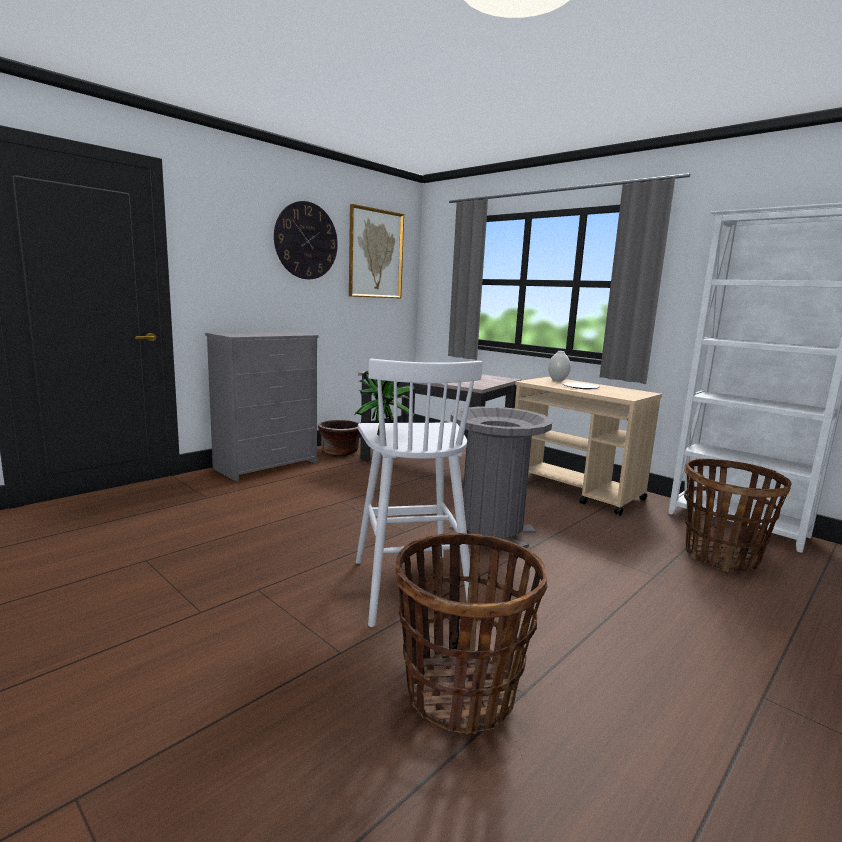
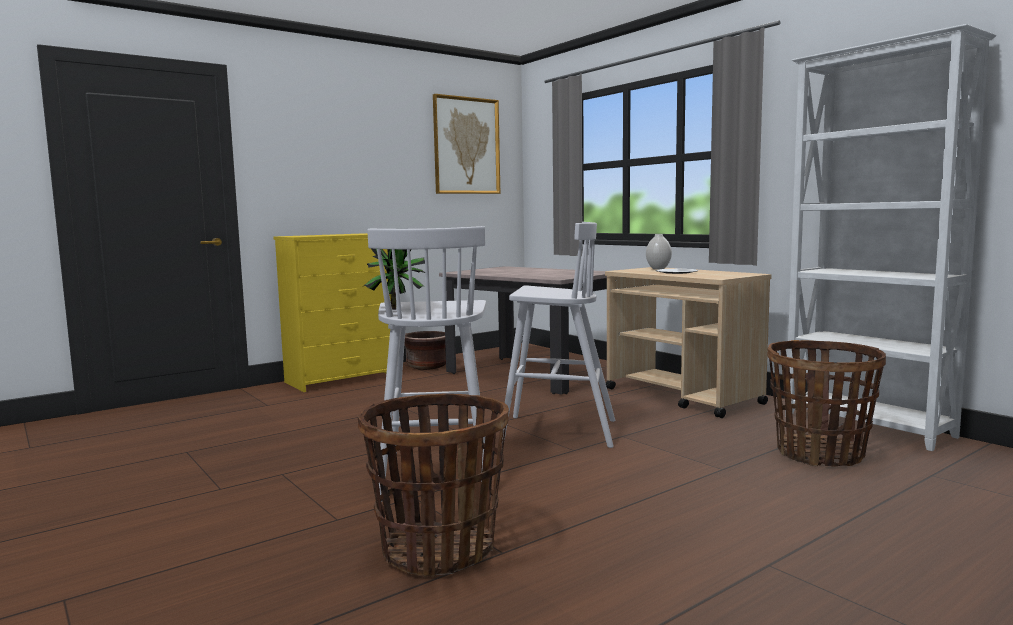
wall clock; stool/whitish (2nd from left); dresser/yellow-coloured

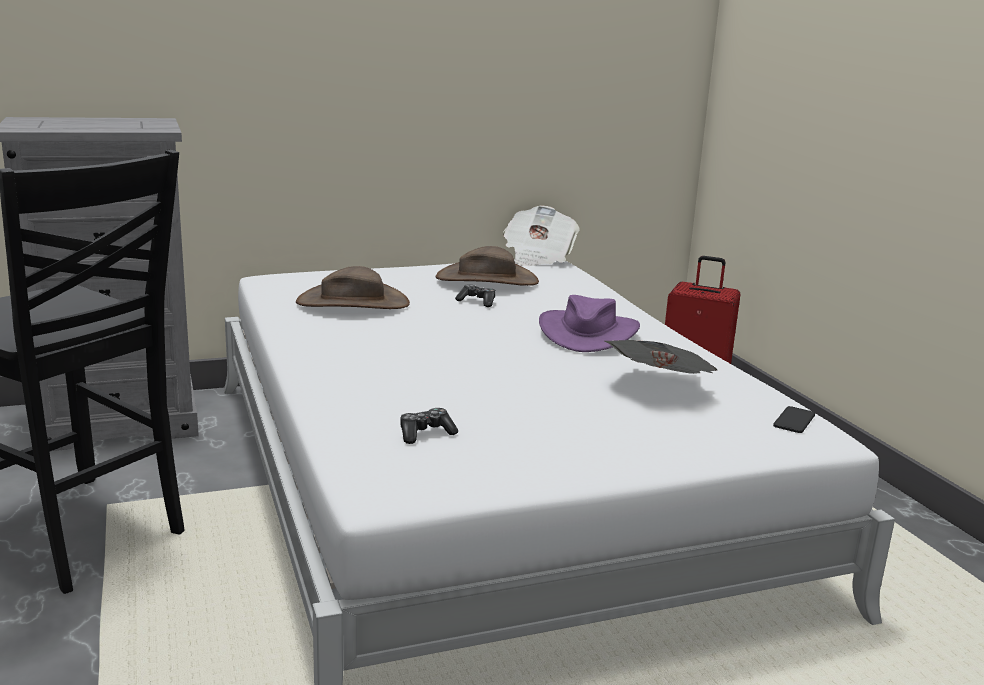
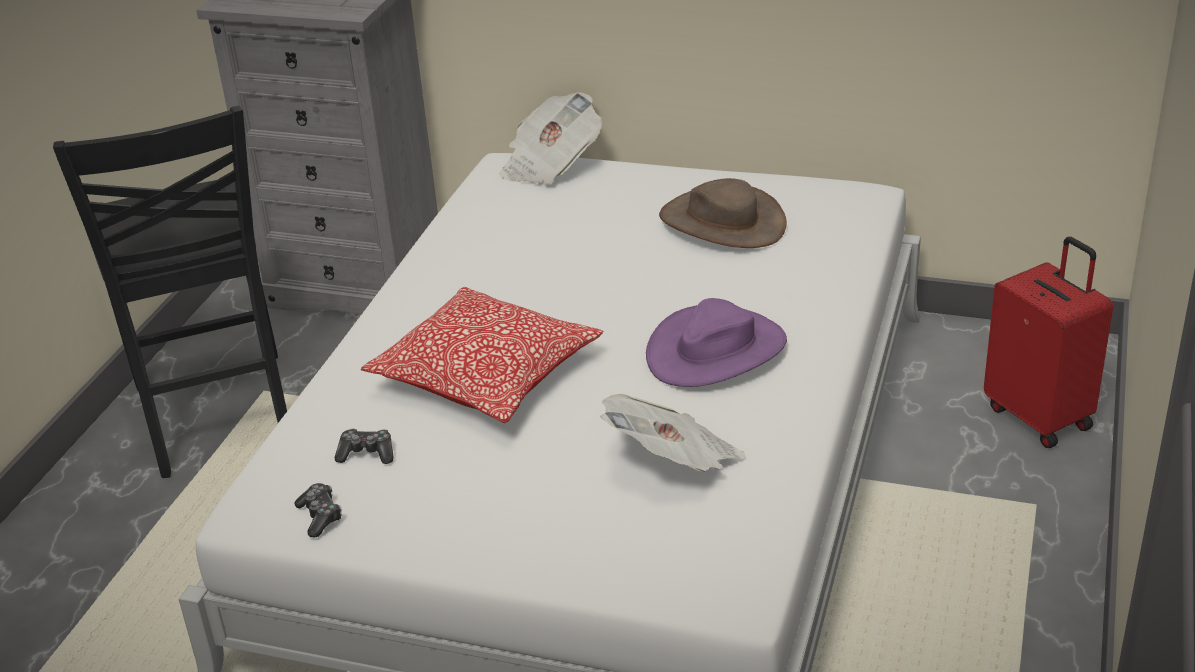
wearable hat/brownish (1st from left in the first image); phone; pillow; gamepad (1st from left); newspaper (1st from left)

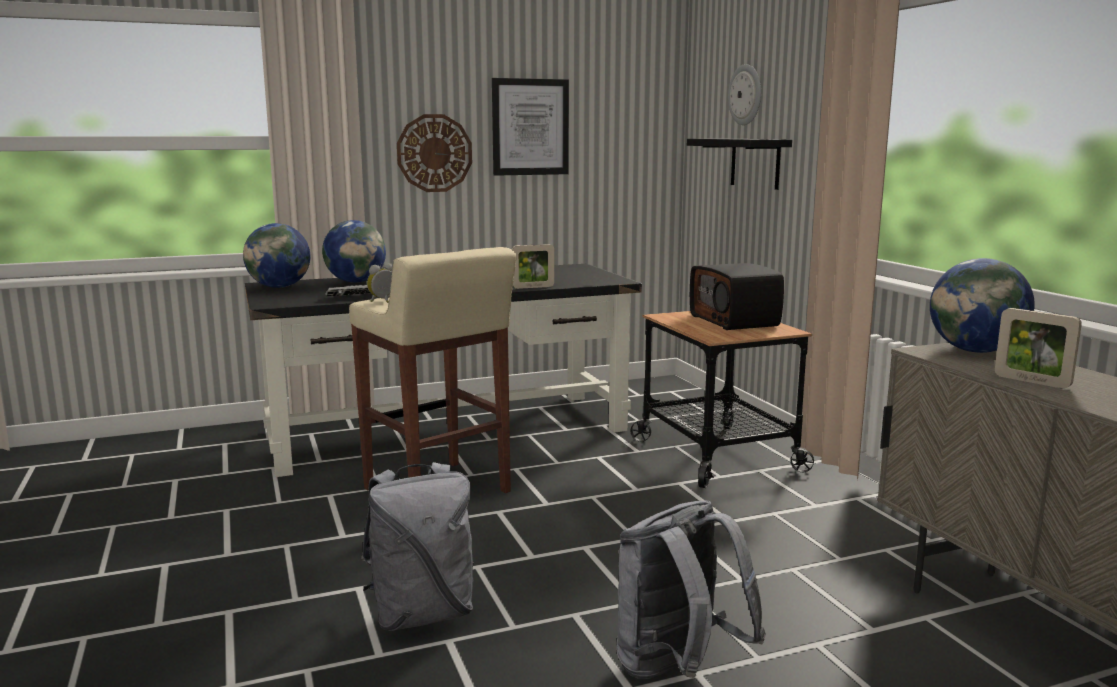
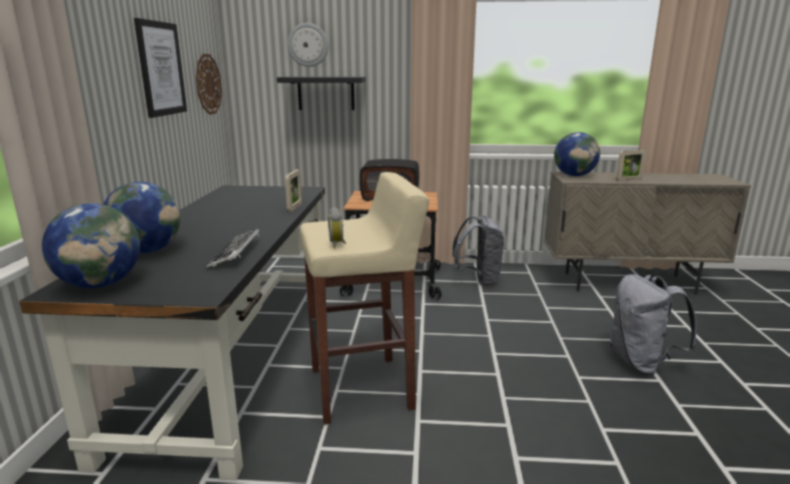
rucksack/greyish (1st from left); wall clock (1st from left)

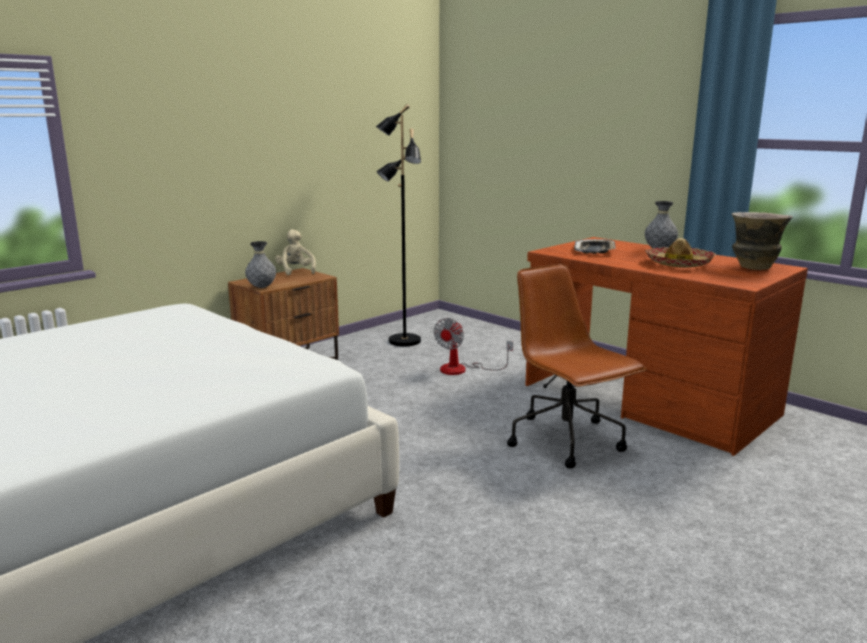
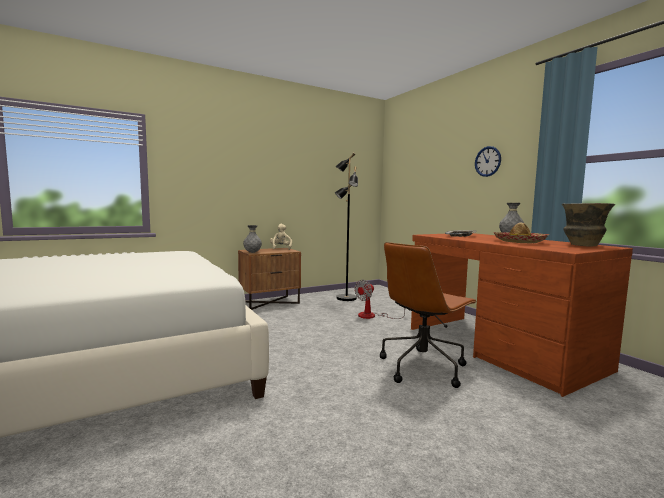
wall clock; desk chair/brownish

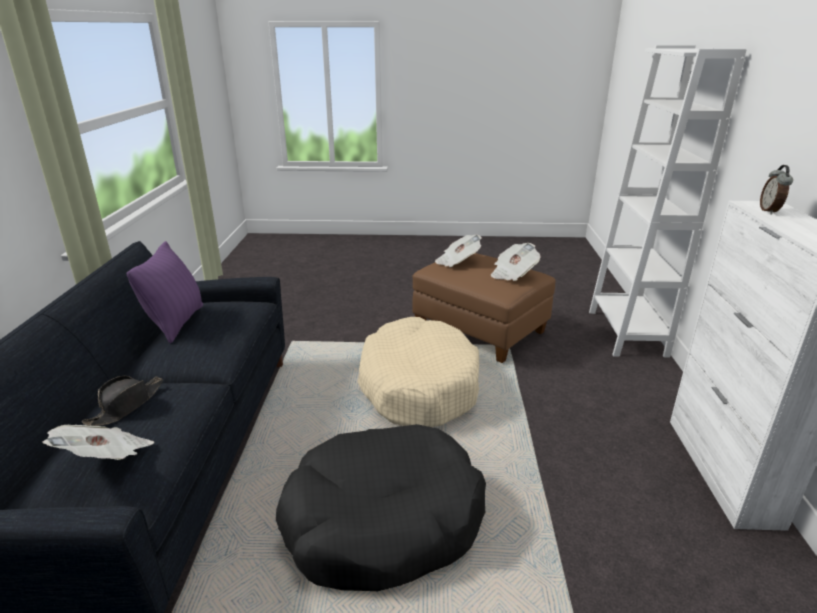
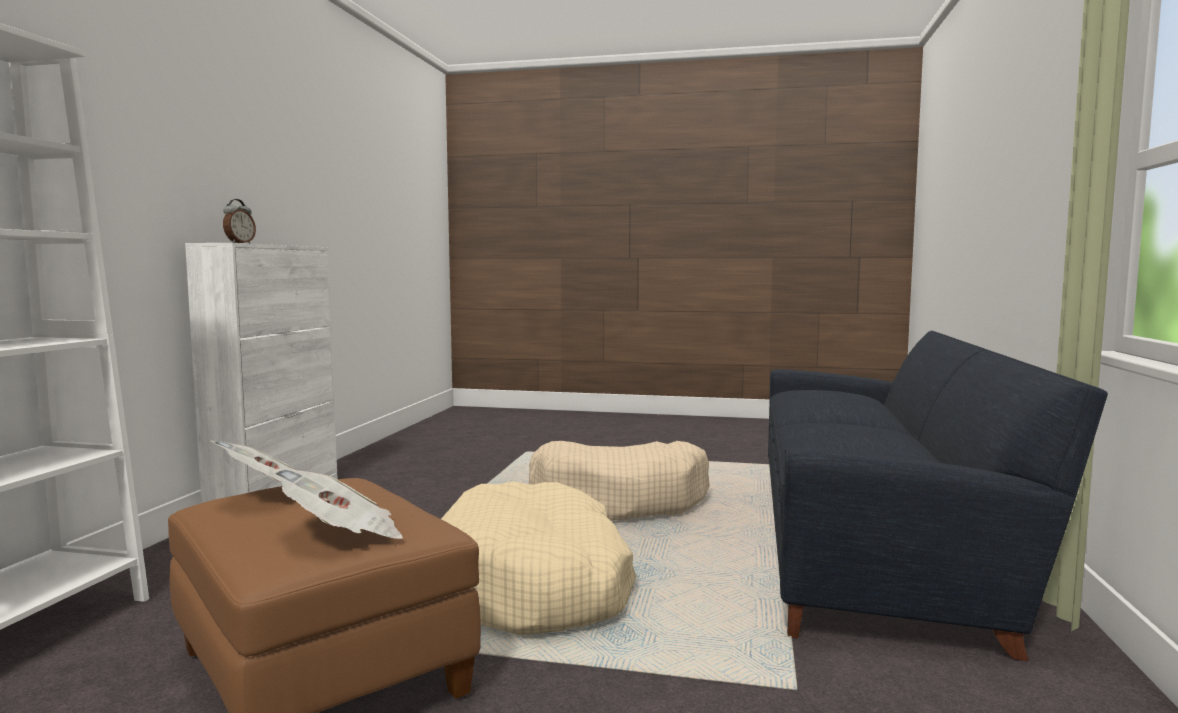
newspaper (1st from left in the first image); wearable hat/blackish; pillow/purplish; dog bed/beige (2nd from left)

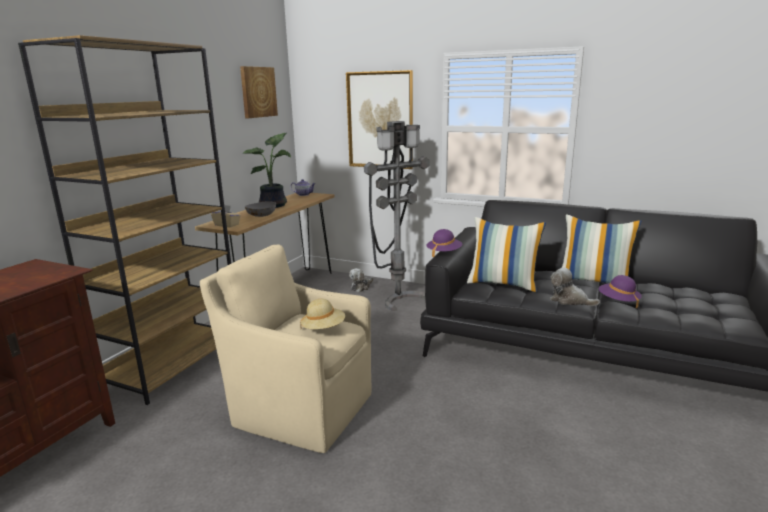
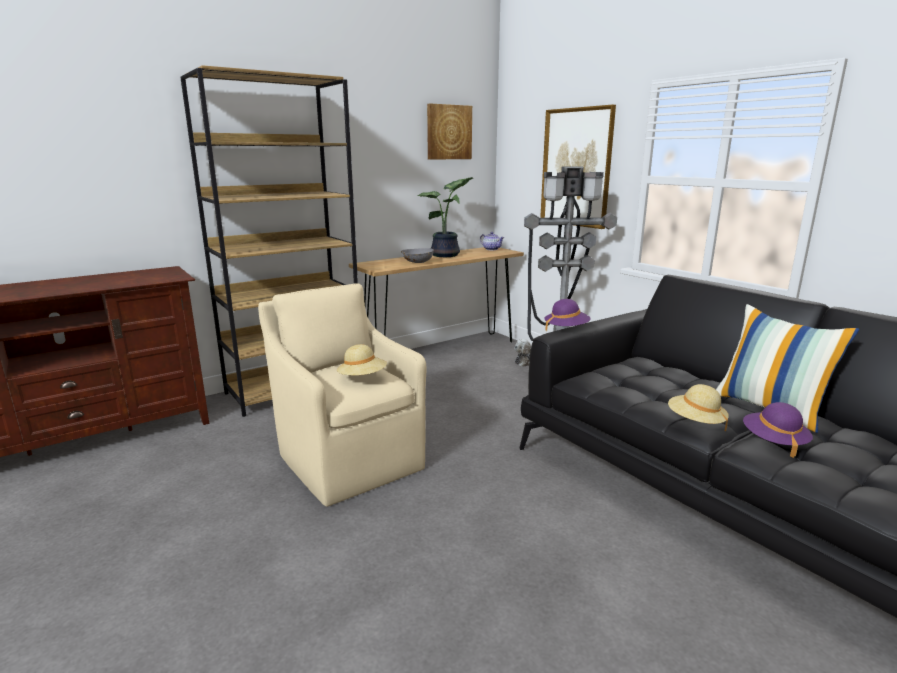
tissue holder/beige; pillow (1st from left in the first image); wearable hat/beige (2nd from left)

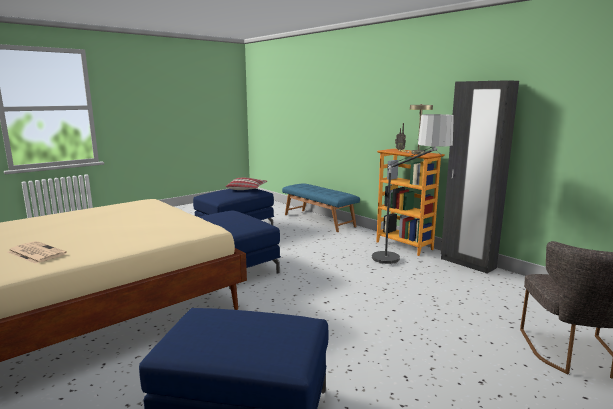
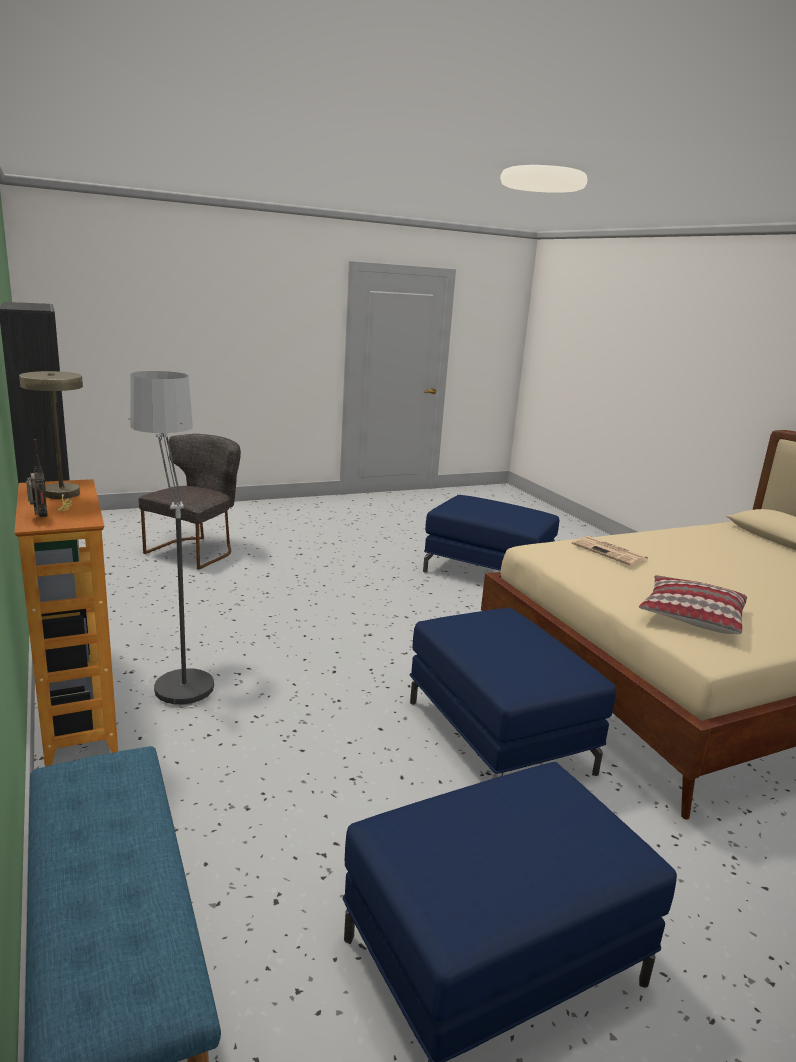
newspaper; pillow

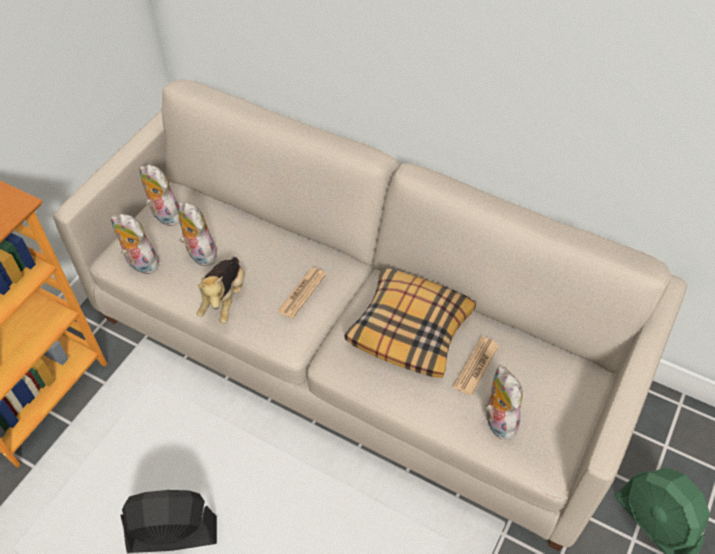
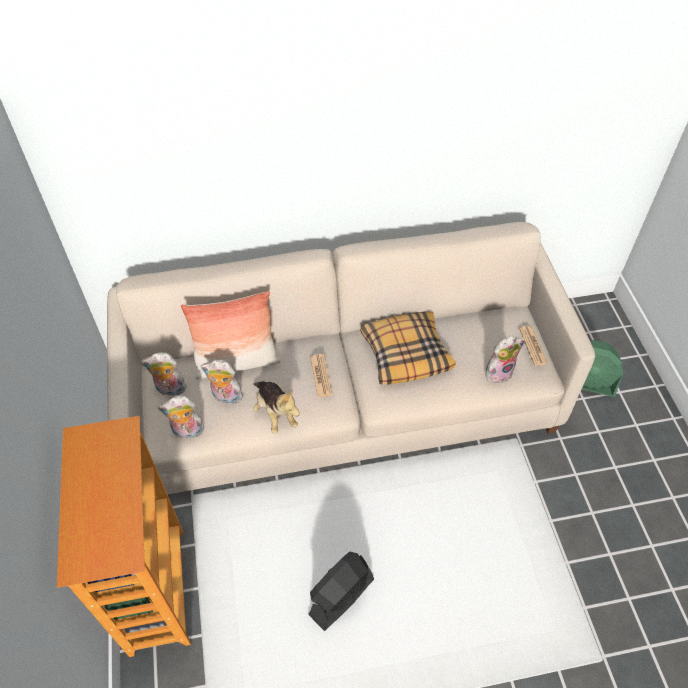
pillow (1st from left); newspaper (2nd from left); plush toy (5th from left)

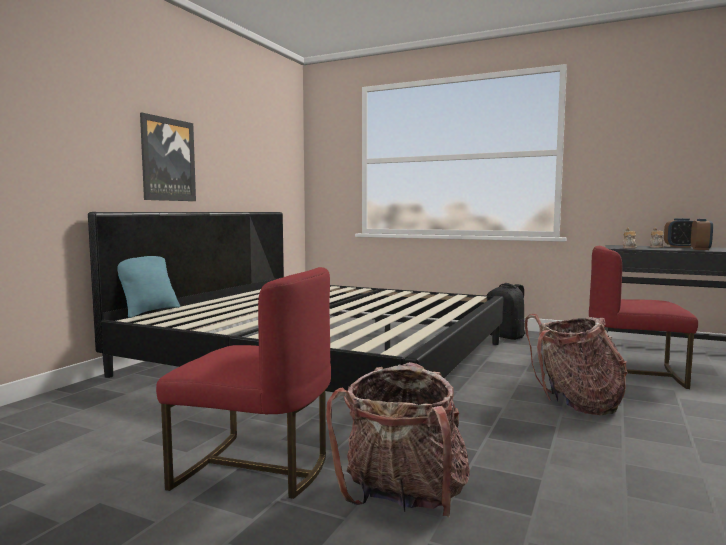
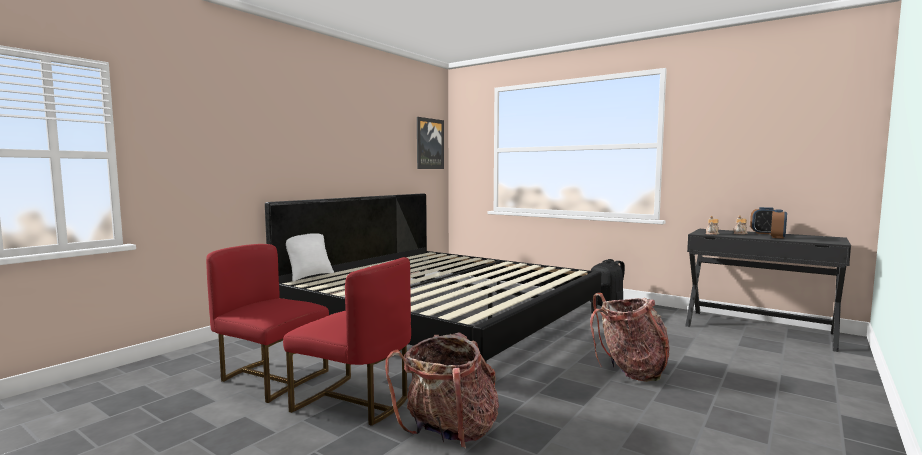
wall art; upright chair/red-coloured (1st from left); pillow/whitish

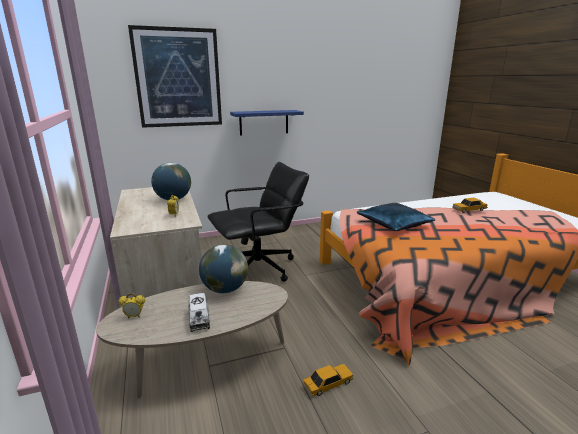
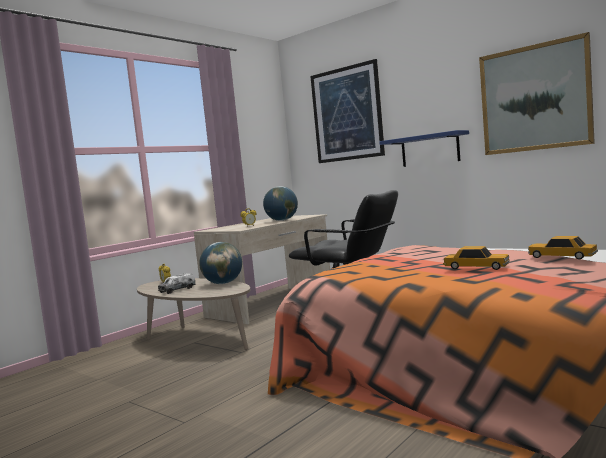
pillow/blue-coloured; wall art (2nd from left); toy car (1st from left)

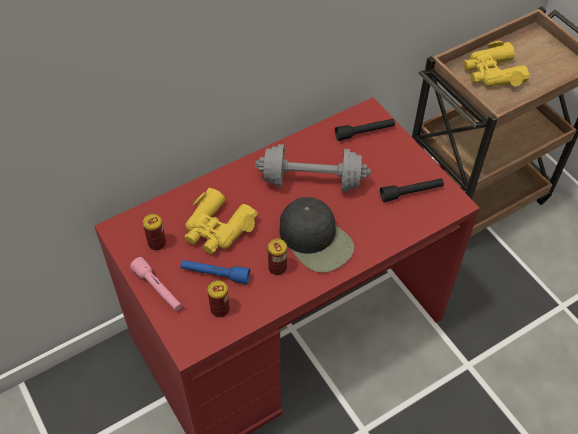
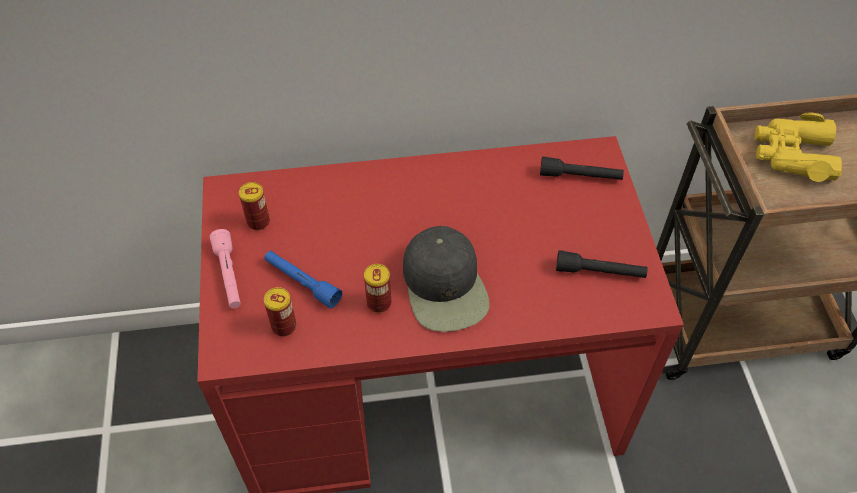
field glasses/yellow-coloured (1st from left in the first image); free weight/greyish

